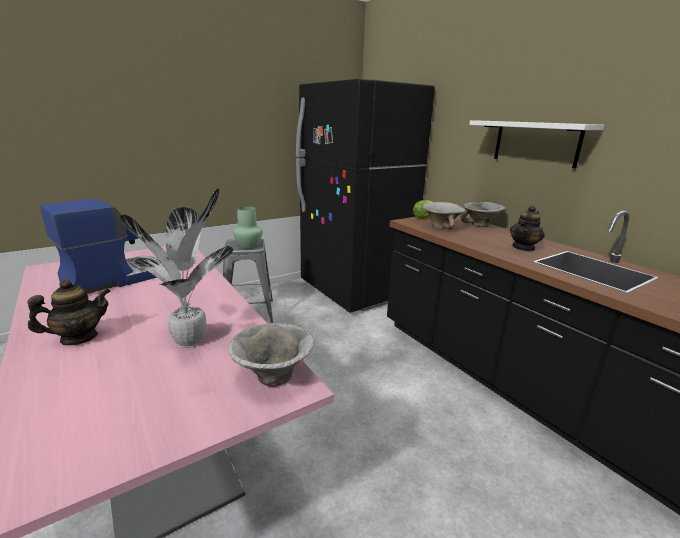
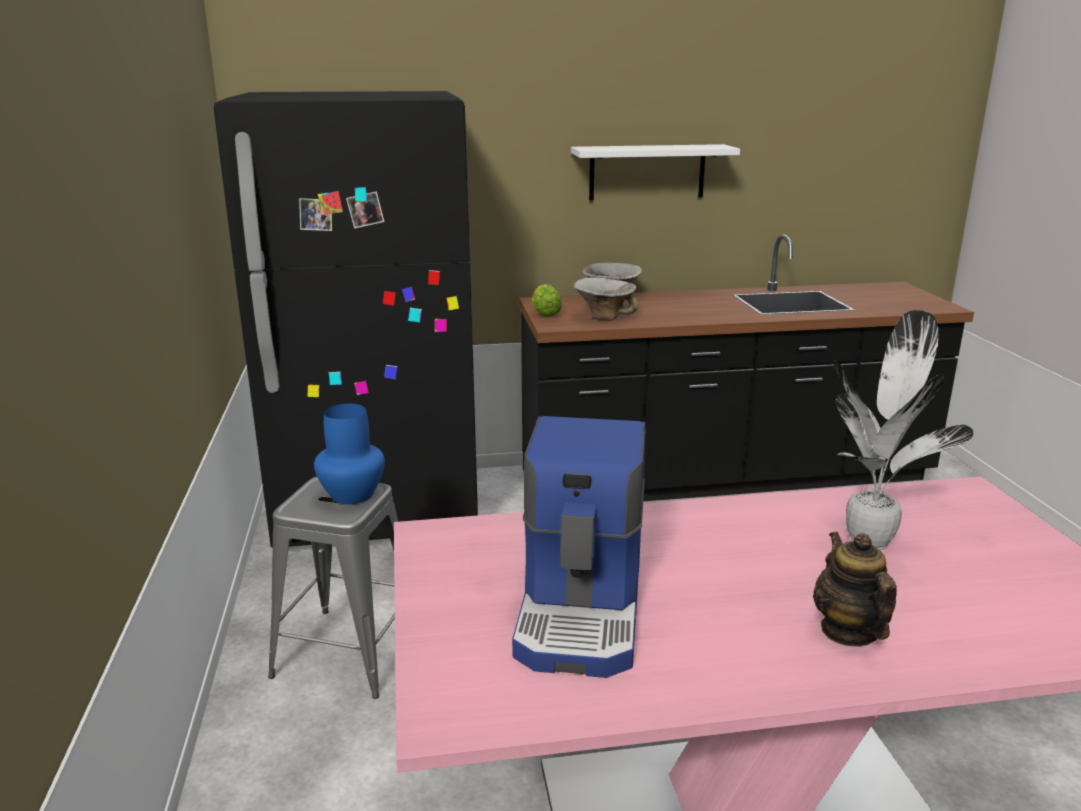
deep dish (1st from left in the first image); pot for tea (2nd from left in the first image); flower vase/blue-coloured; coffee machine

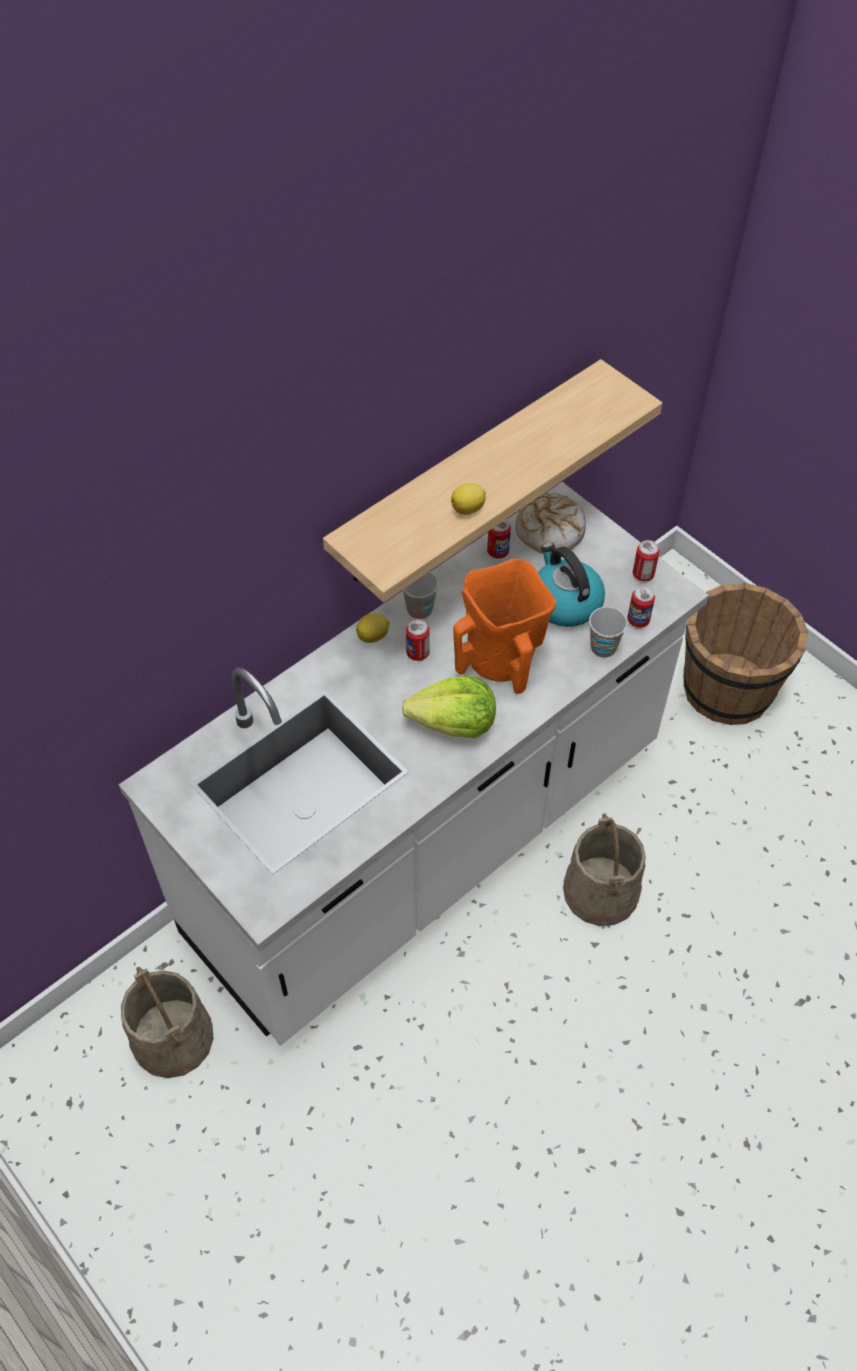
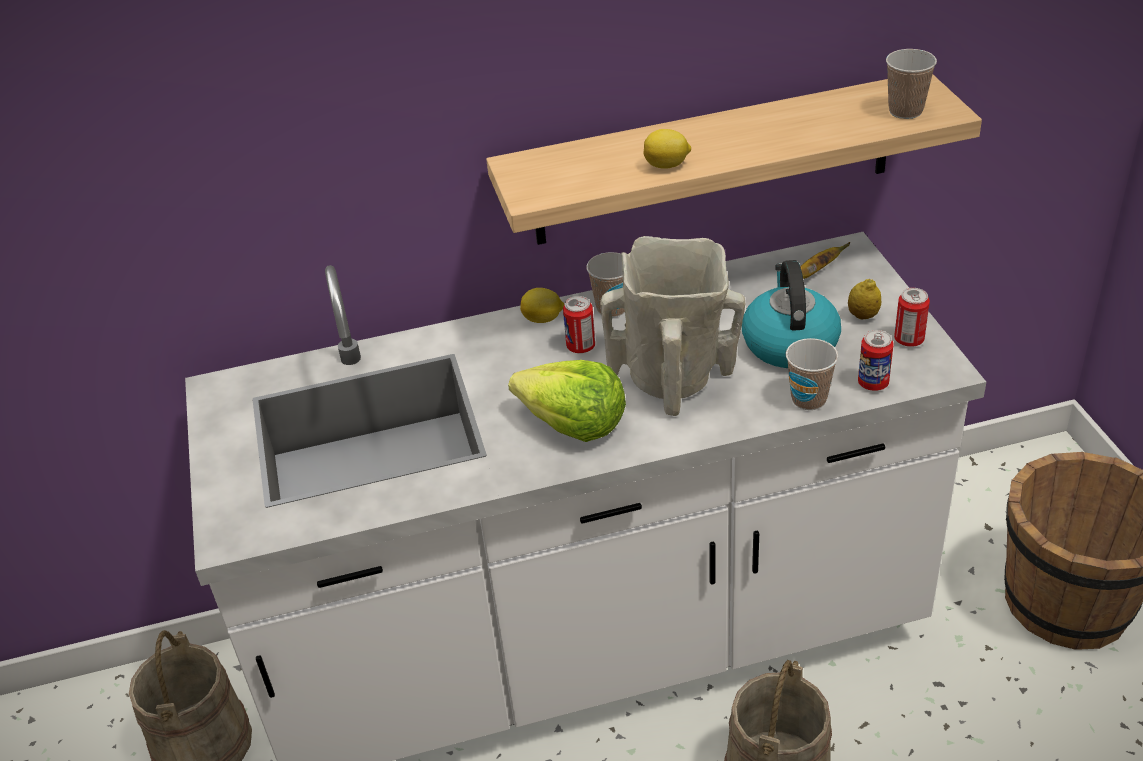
metal can (2nd from left in the first image); lemon (3rd from left); cup (3rd from left); whole banana; flower vase/beige

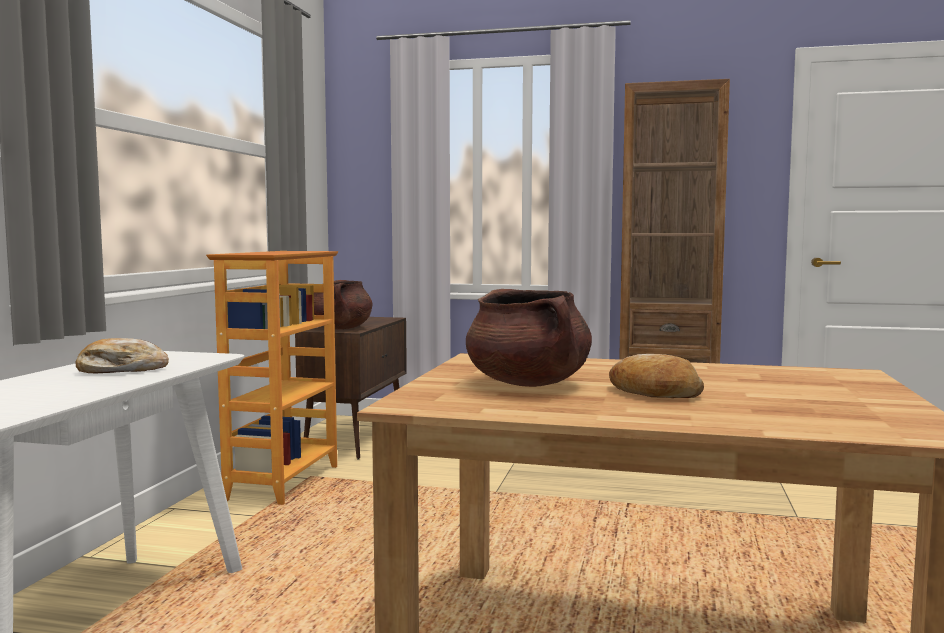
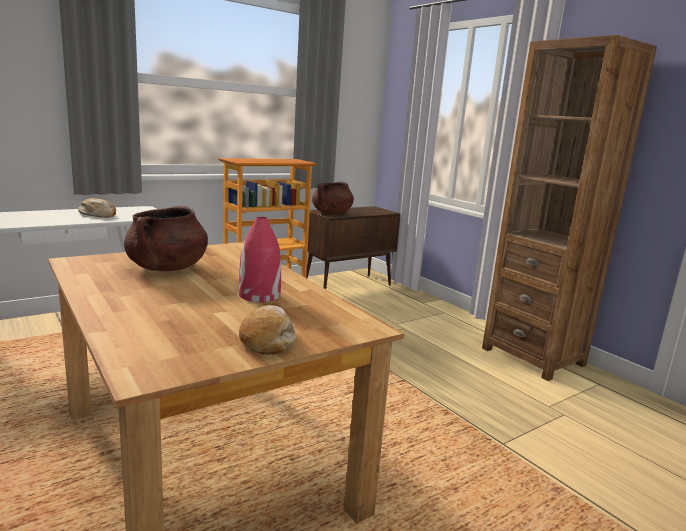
flower vase/red-coloured; baked bread (2nd from left)

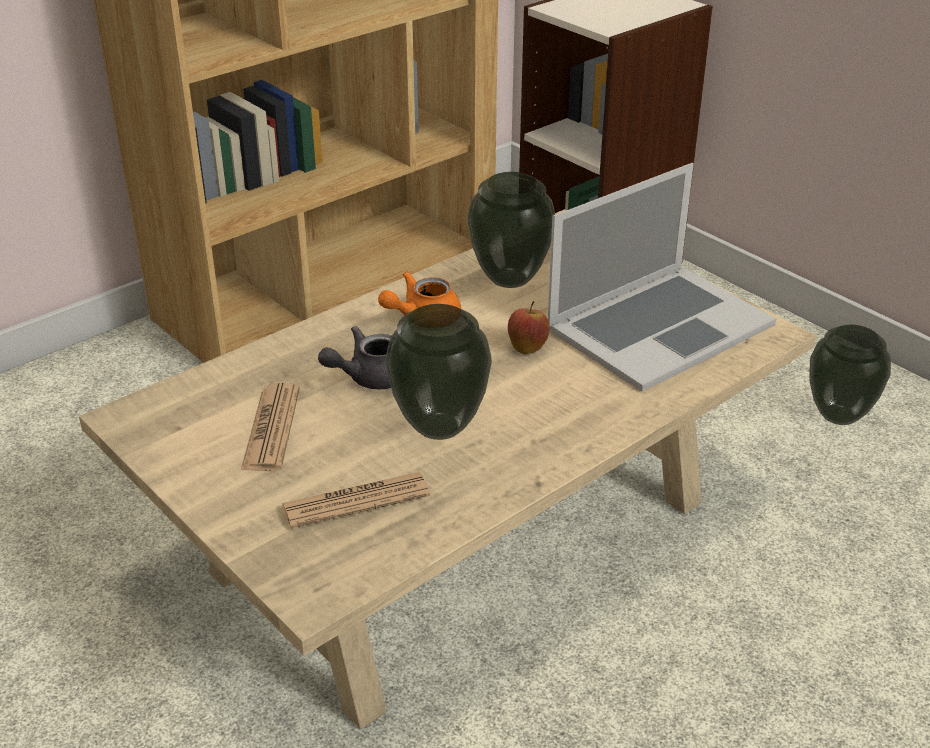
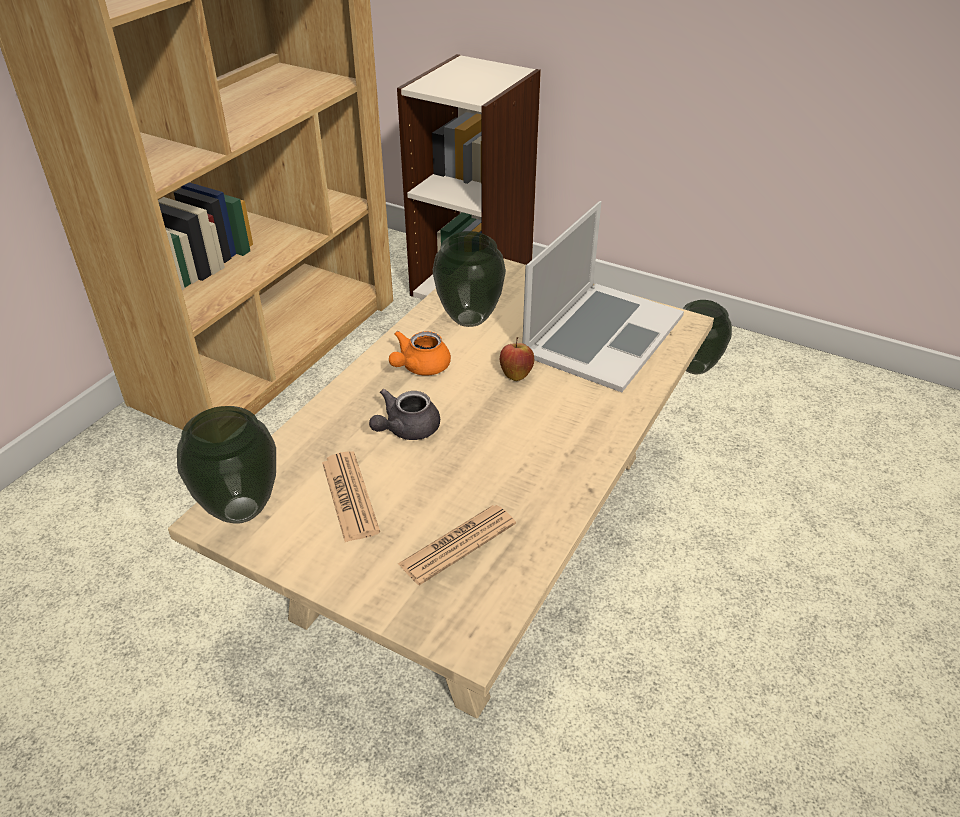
flower vase (1st from left)

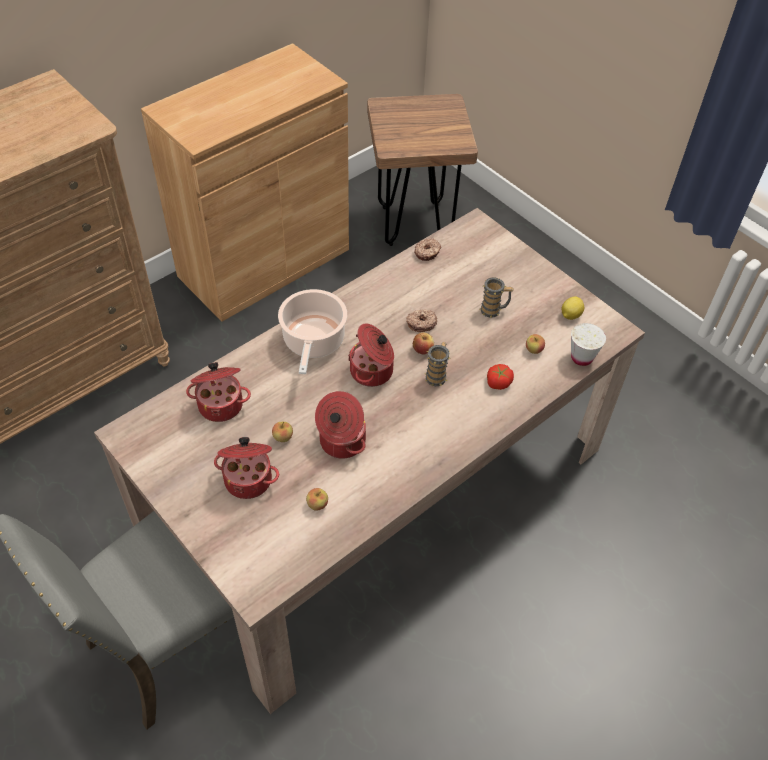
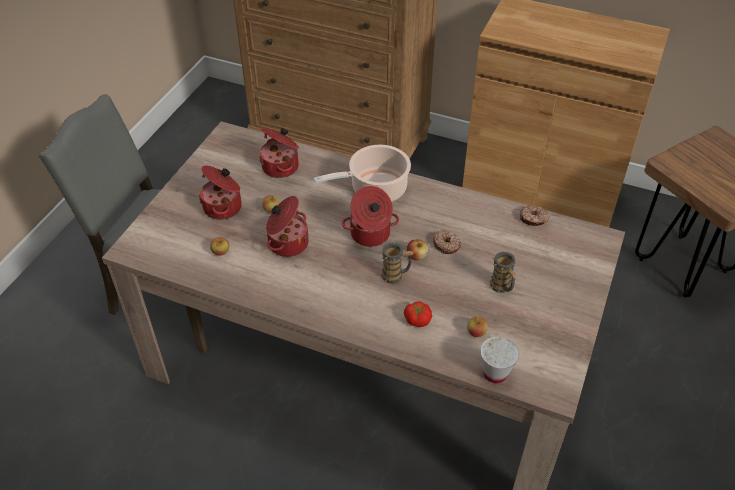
lemon

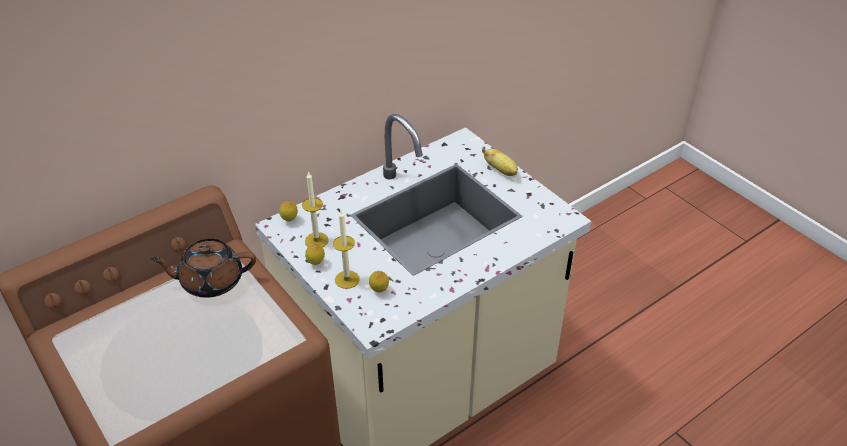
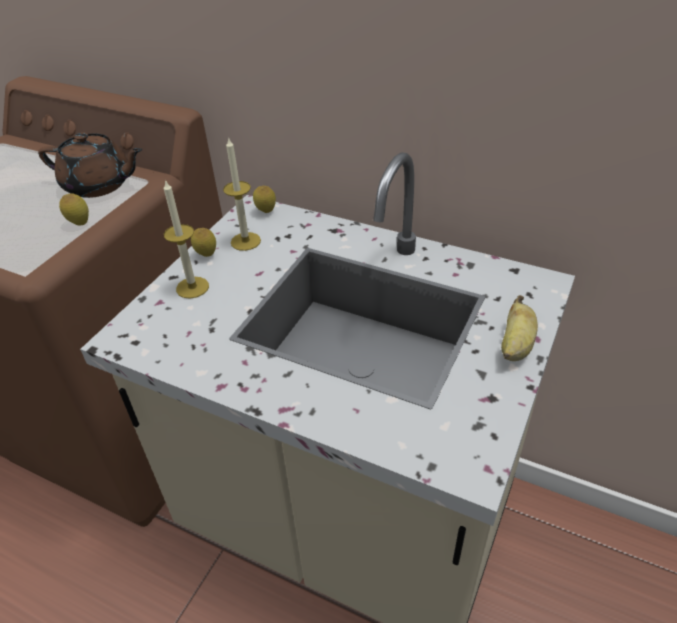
lemon (1st from left); pot for tea/brownish

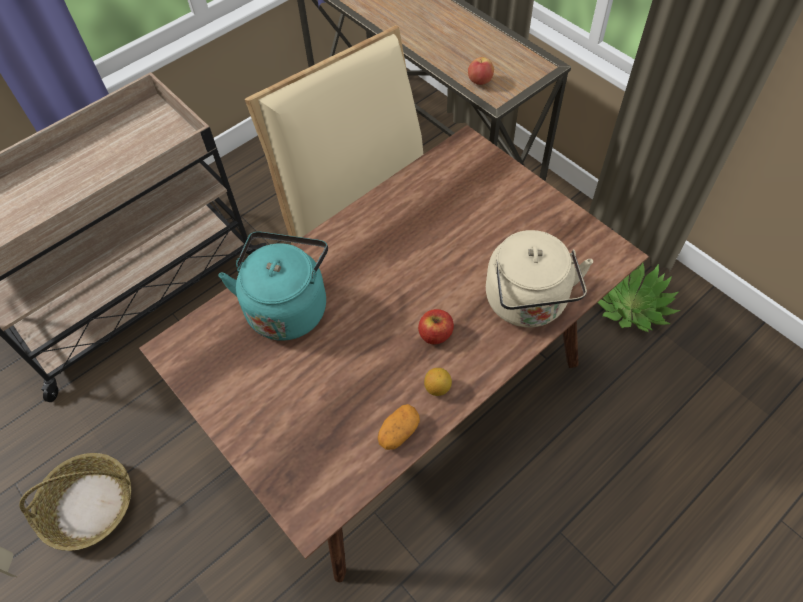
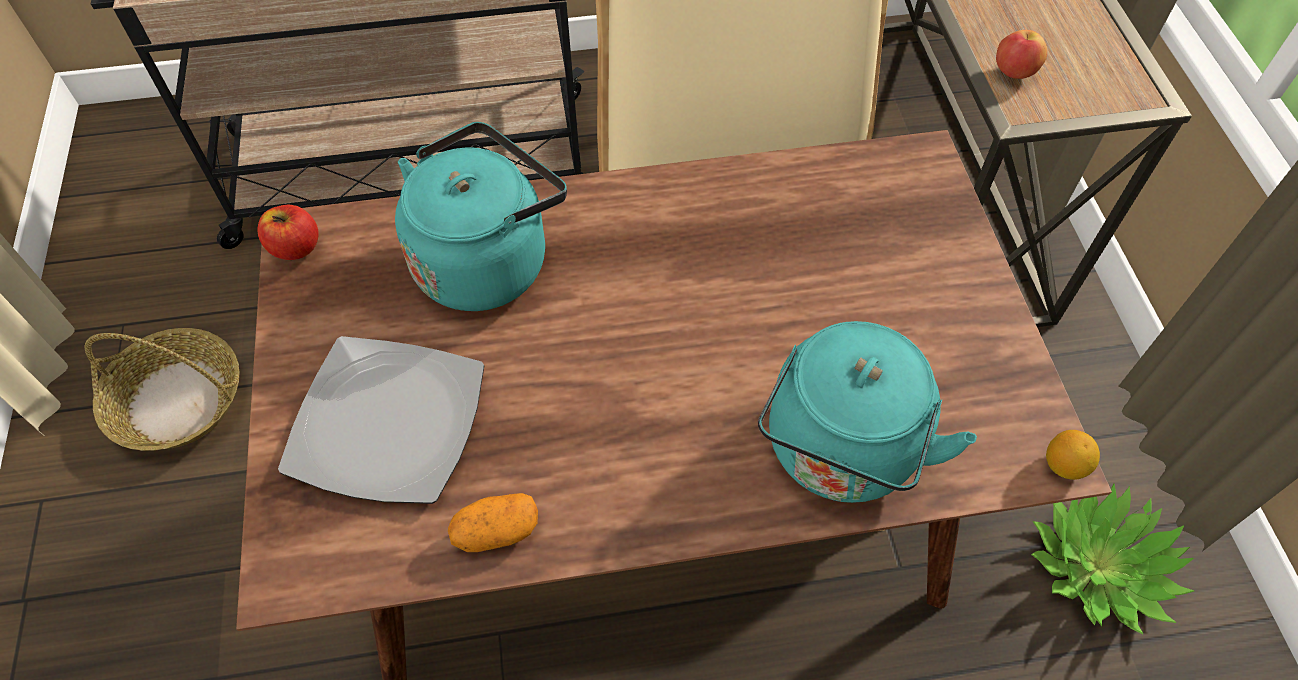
dinner plate; apple (1st from left); lemon; kettle/turquoise (2nd from left)

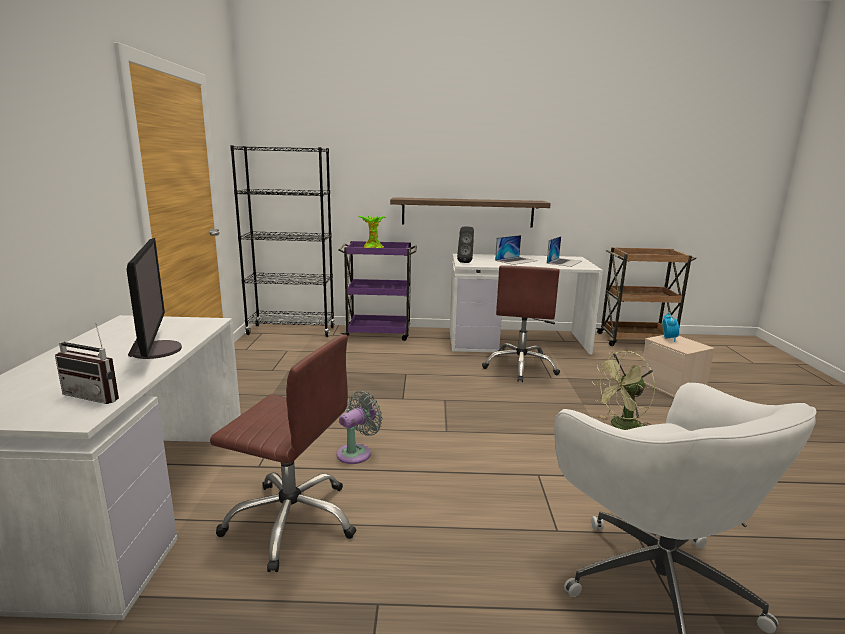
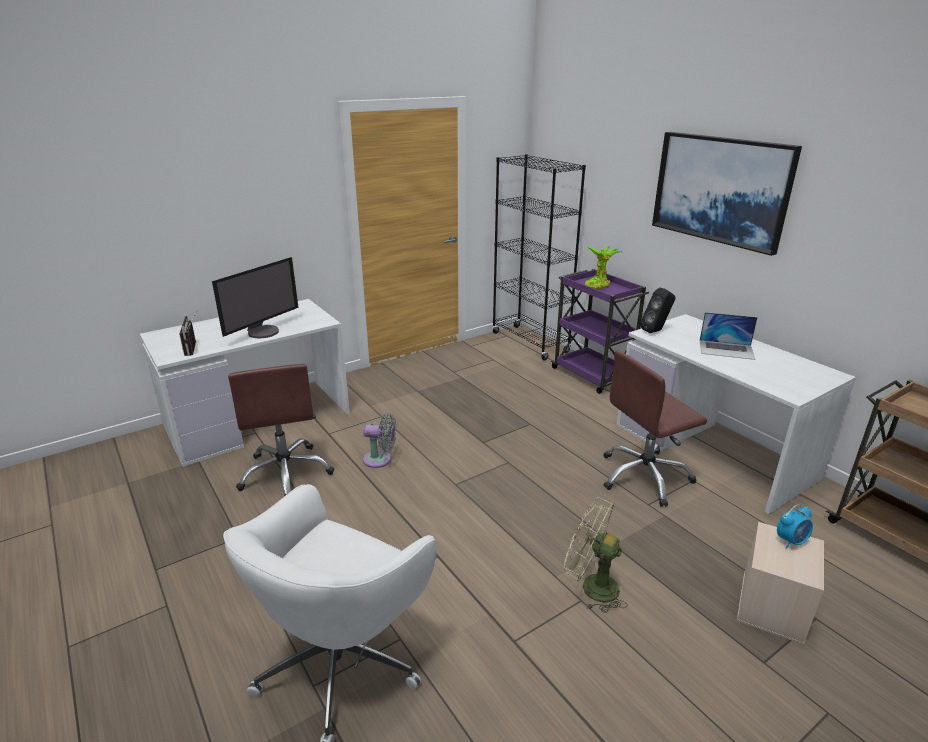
bracket shelf; portable computer (2nd from left in the first image); wall art

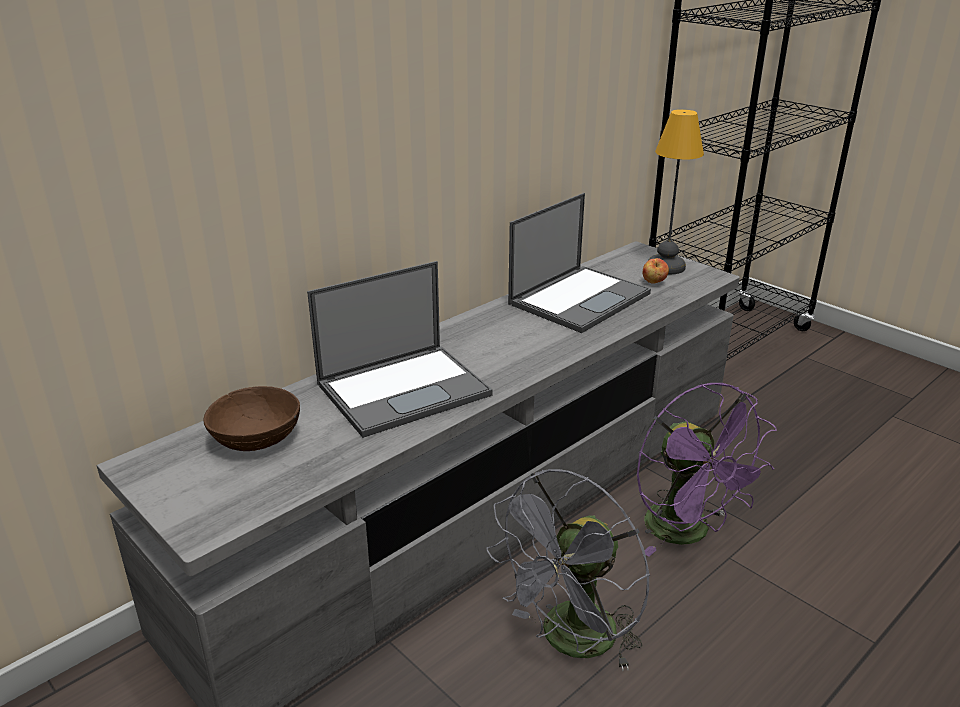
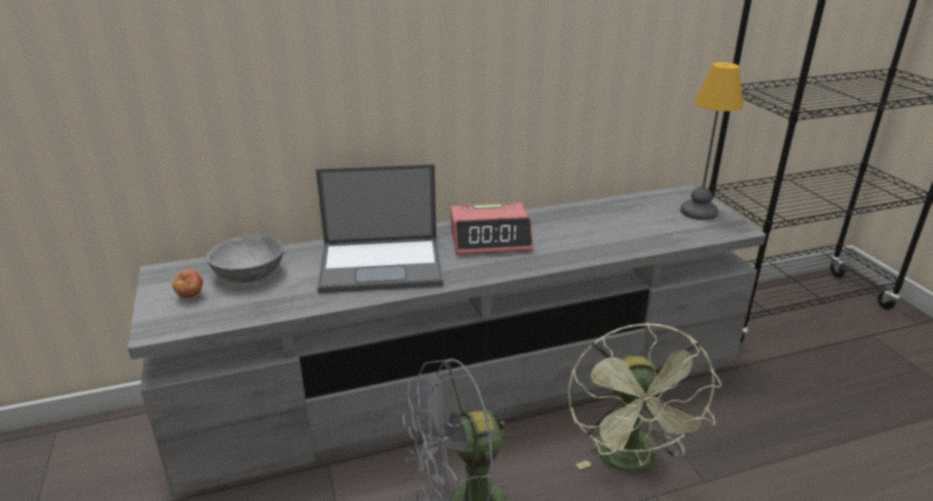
portable computer (2nd from left in the first image); bedside clock; apple; deep dish/greyish; cooling fan/green

